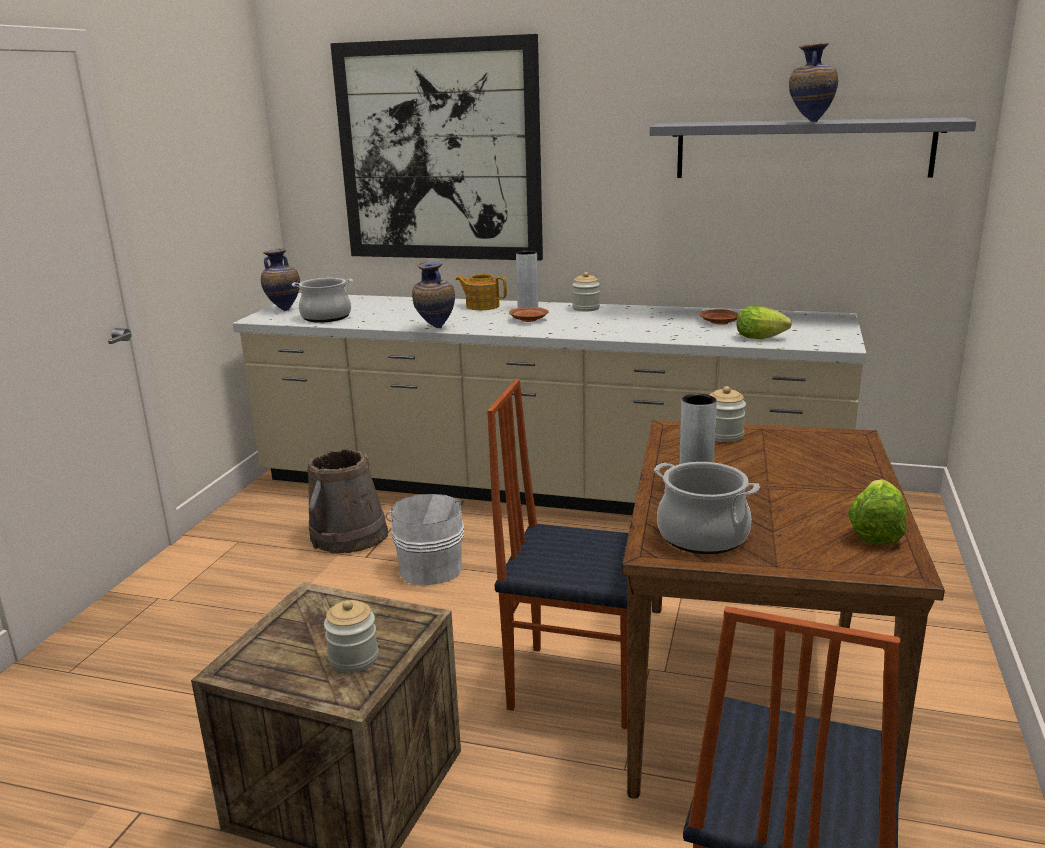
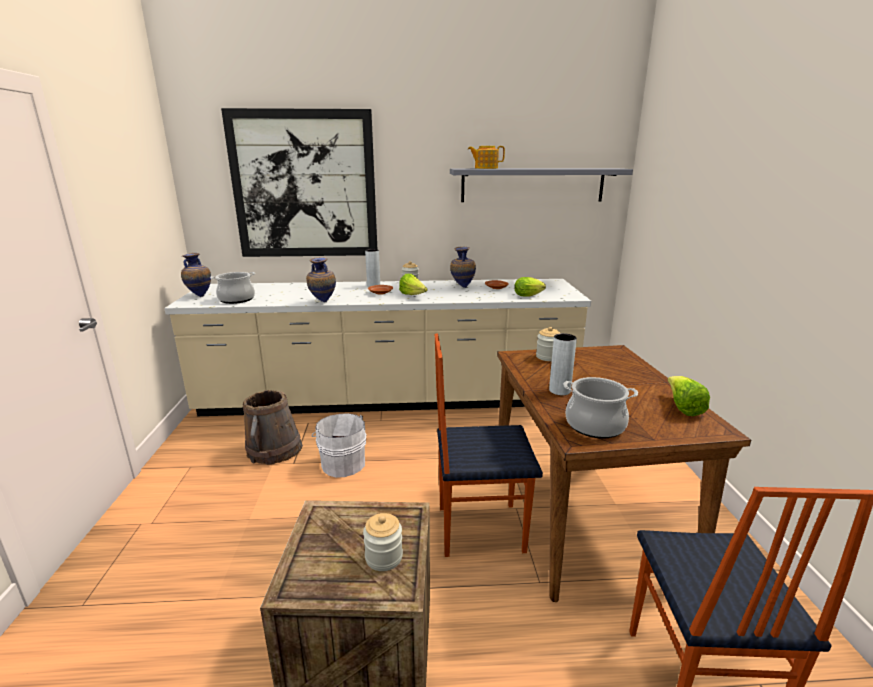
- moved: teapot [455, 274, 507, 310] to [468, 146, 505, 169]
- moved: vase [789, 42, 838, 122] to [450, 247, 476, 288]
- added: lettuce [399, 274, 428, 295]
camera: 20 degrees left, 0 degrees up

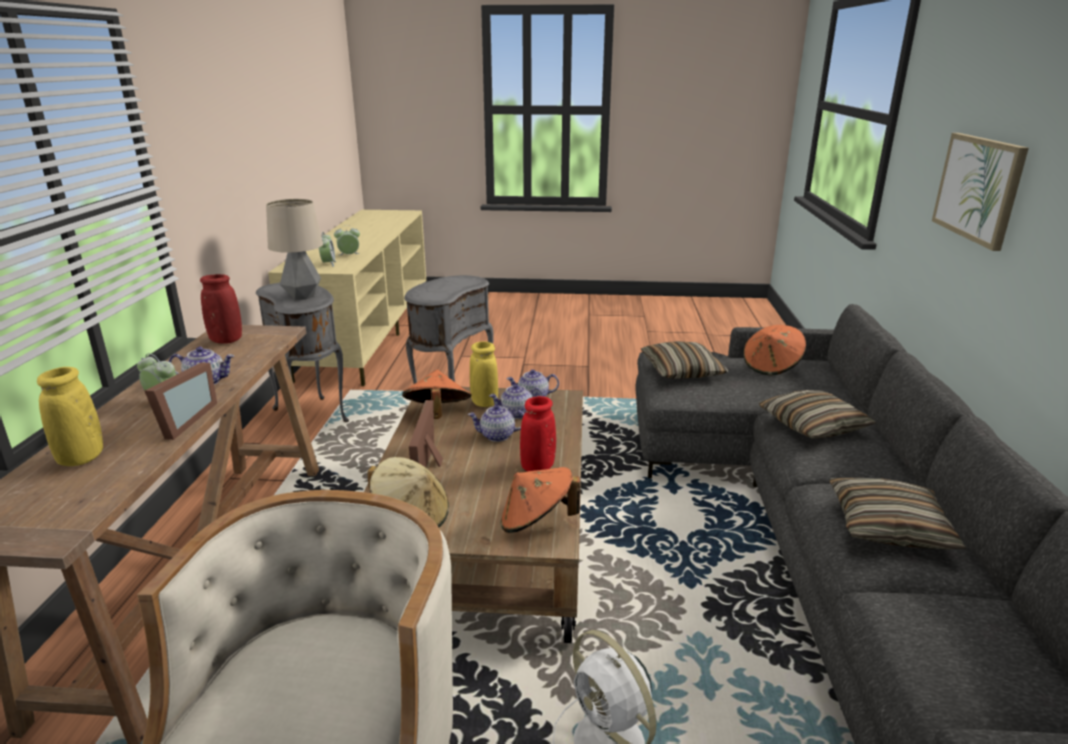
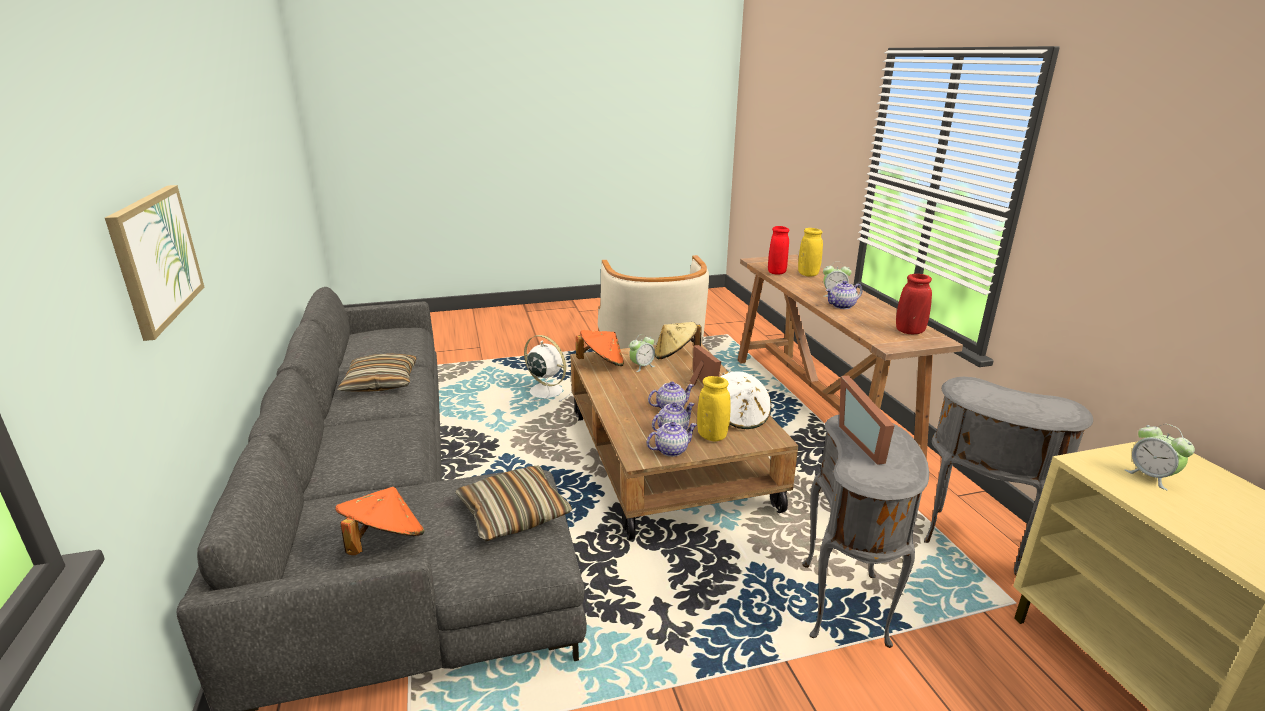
- moved: picture frame [145, 362, 217, 440] to [839, 375, 895, 465]
- removed: table lamp [266, 199, 323, 300]
- moved: alarm clock [334, 225, 360, 255] to [629, 334, 655, 372]
- recoloured: orange hat [402, 370, 472, 419] to white hat [720, 371, 772, 429]
- moved: red vase [520, 396, 556, 471] to [768, 226, 790, 275]
- removed: pillow [759, 390, 877, 439]
camera: 160 degrees right, 0 degrees up

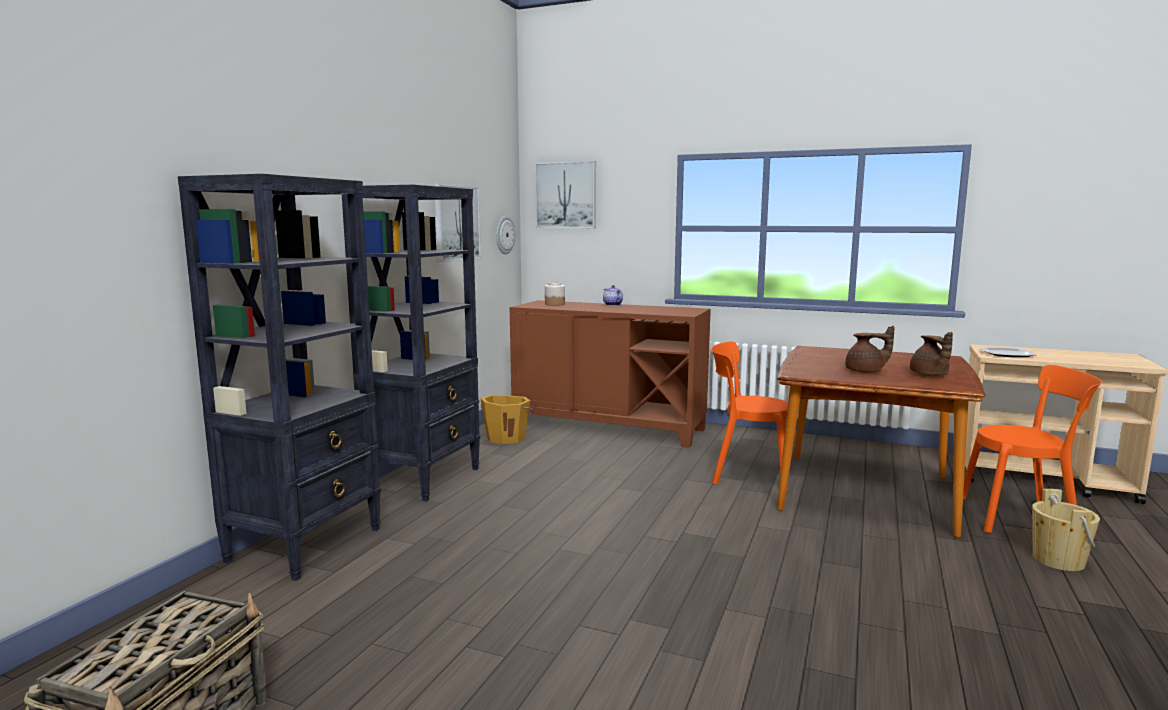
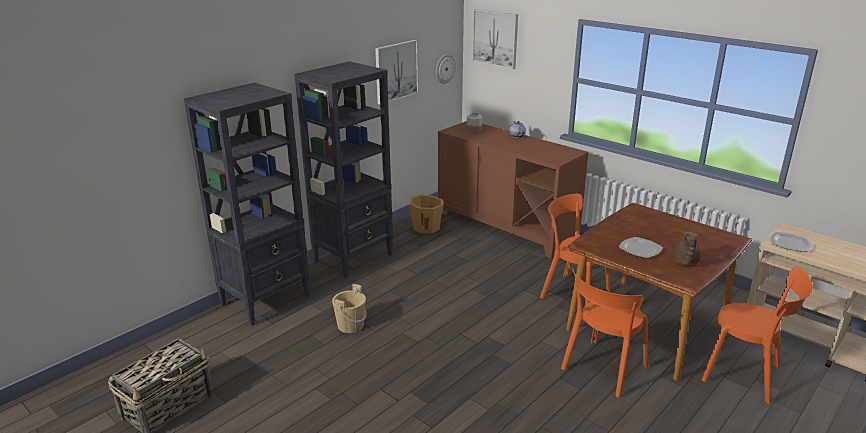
- replaced: brown teapot [845, 326, 895, 373] to plate [619, 237, 663, 258]
- moved: beige bucket [1032, 489, 1100, 571] to [332, 284, 367, 333]
- added: orange chair [561, 268, 648, 398]
camera: 20 degrees right, 15 degrees up

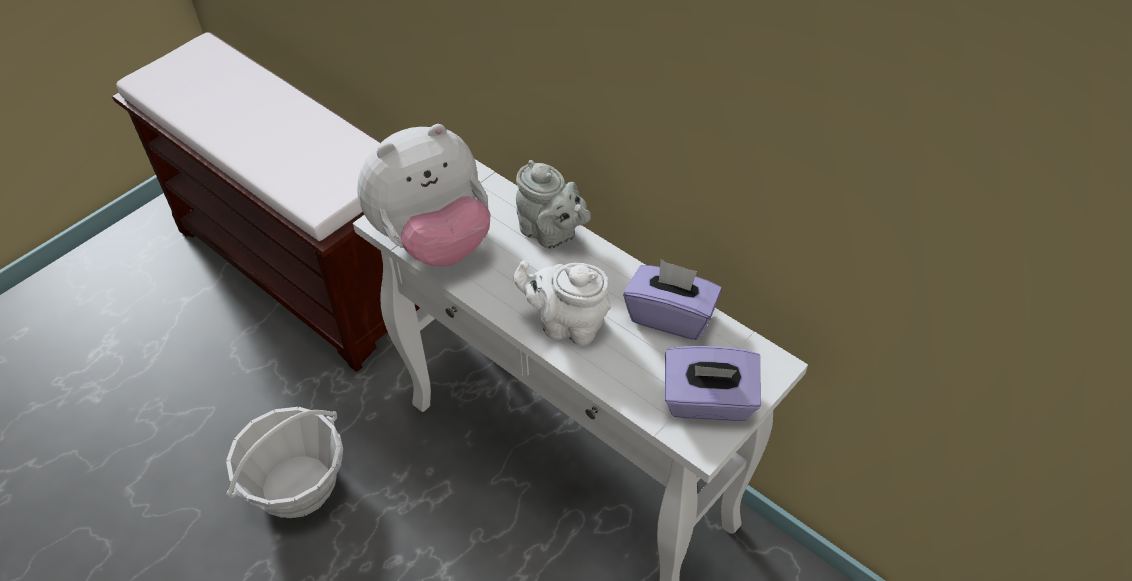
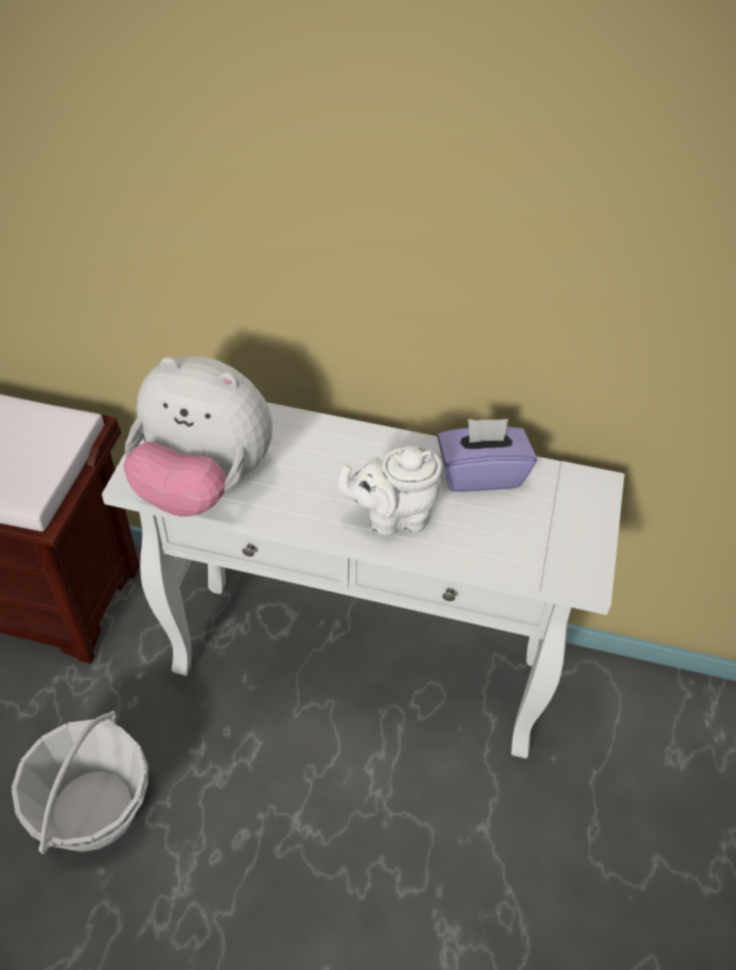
- turned: plush toy [357, 124, 490, 266] = [123, 356, 272, 517] 75 degrees clockwise
- removed: grey teapot [516, 160, 591, 249]
- removed: purple tissue box [665, 346, 761, 421]
camera: 30 degrees left, 0 degrees up

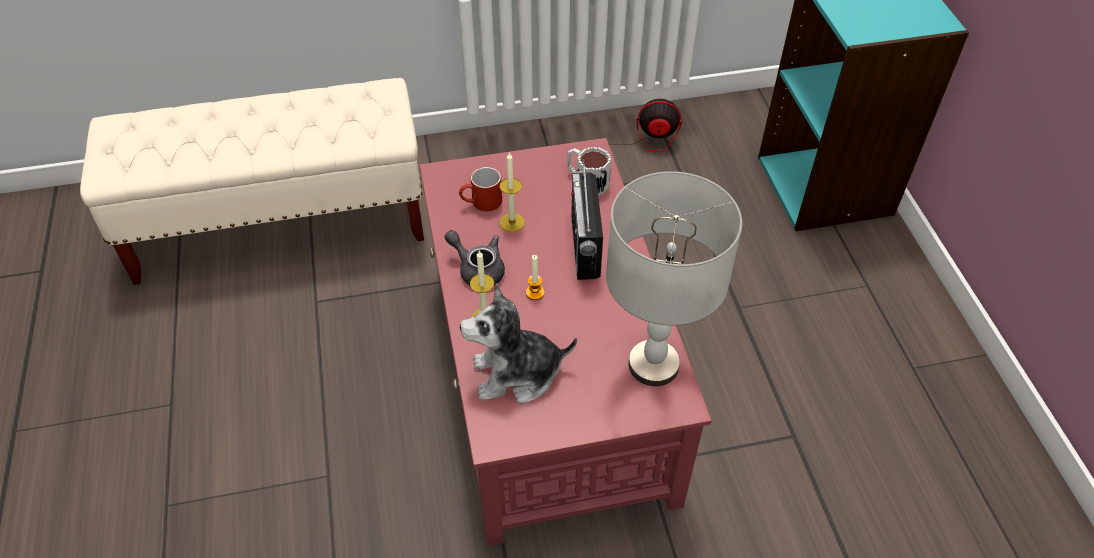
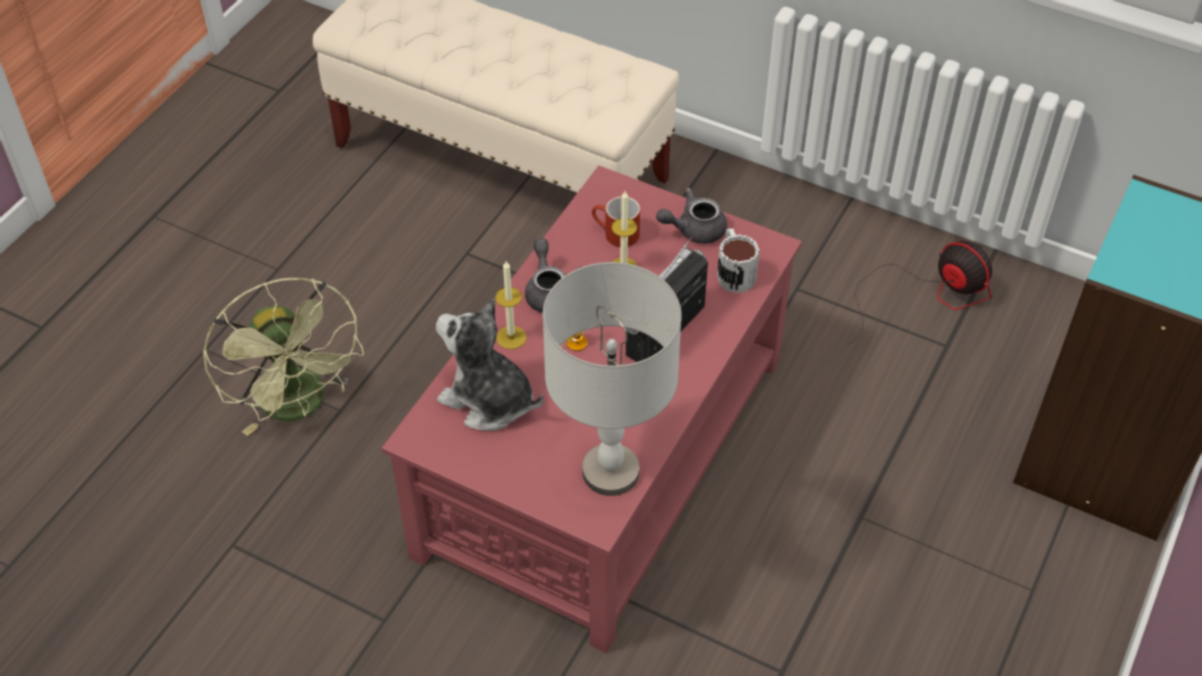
- added: green fan [203, 278, 364, 436]
- added: grey teapot [656, 188, 727, 244]
camera: 40 degrees right, 0 degrees up

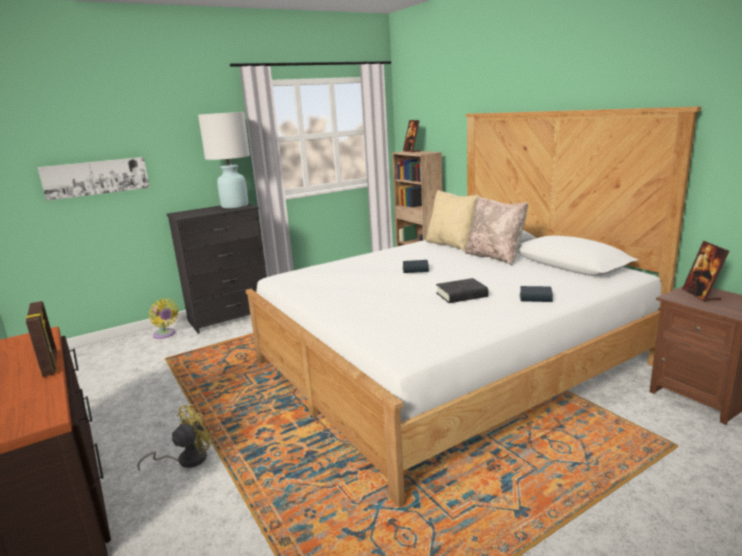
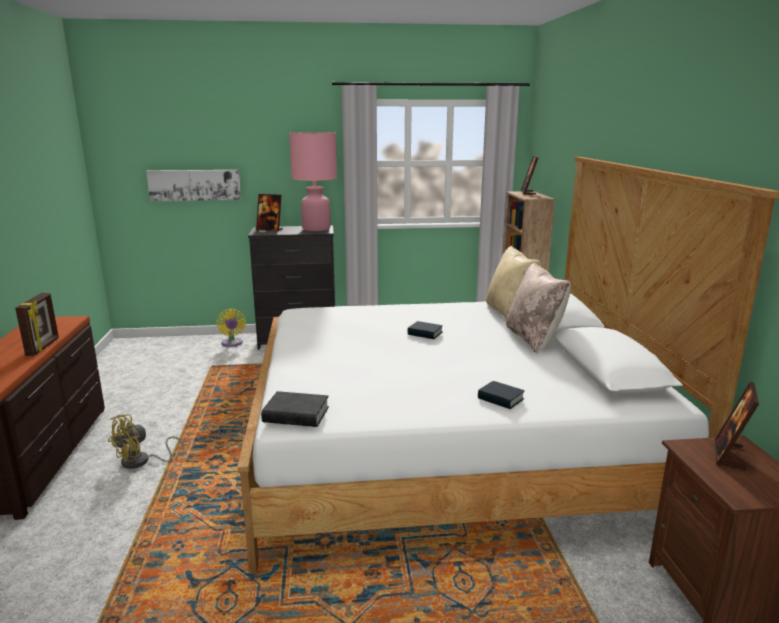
- turned: yellow fan [137, 404, 215, 471] = [108, 414, 185, 469] 150 degrees clockwise
- recoloured: white table lamp [198, 112, 250, 209] to pink table lamp [289, 132, 337, 231]
- moved: black book [436, 278, 489, 303] to [261, 391, 329, 427]
- added: picture frame [256, 194, 283, 231]
camera: 25 degrees right, 0 degrees up

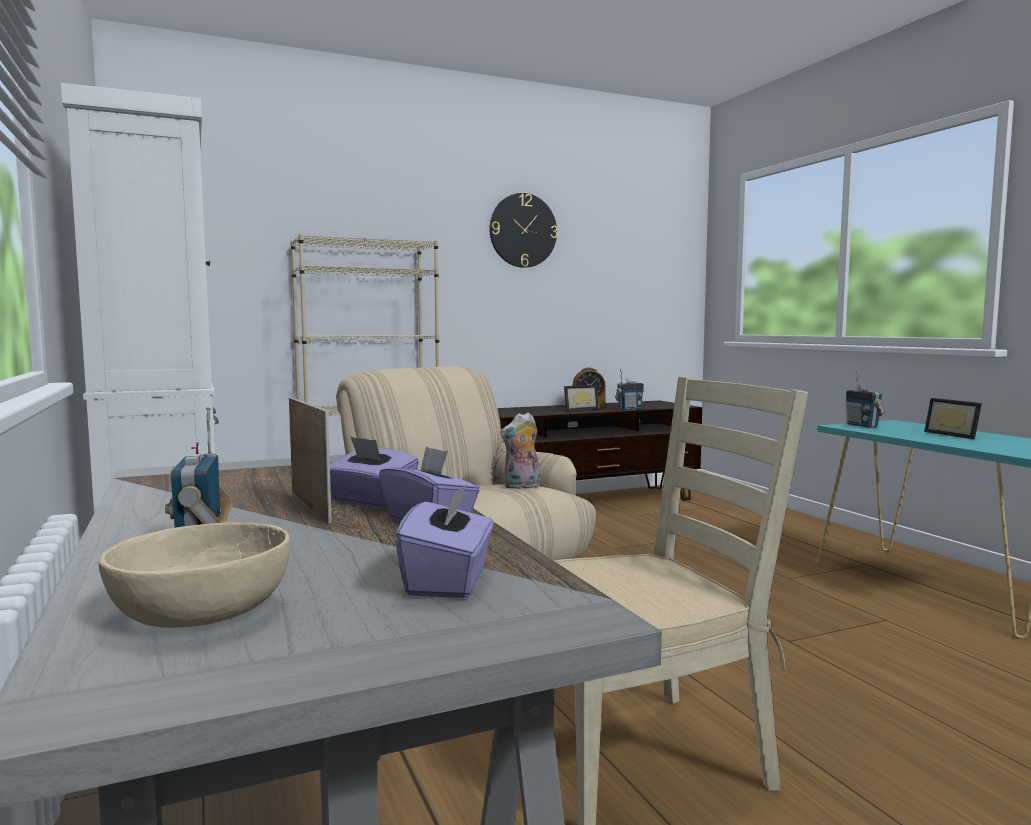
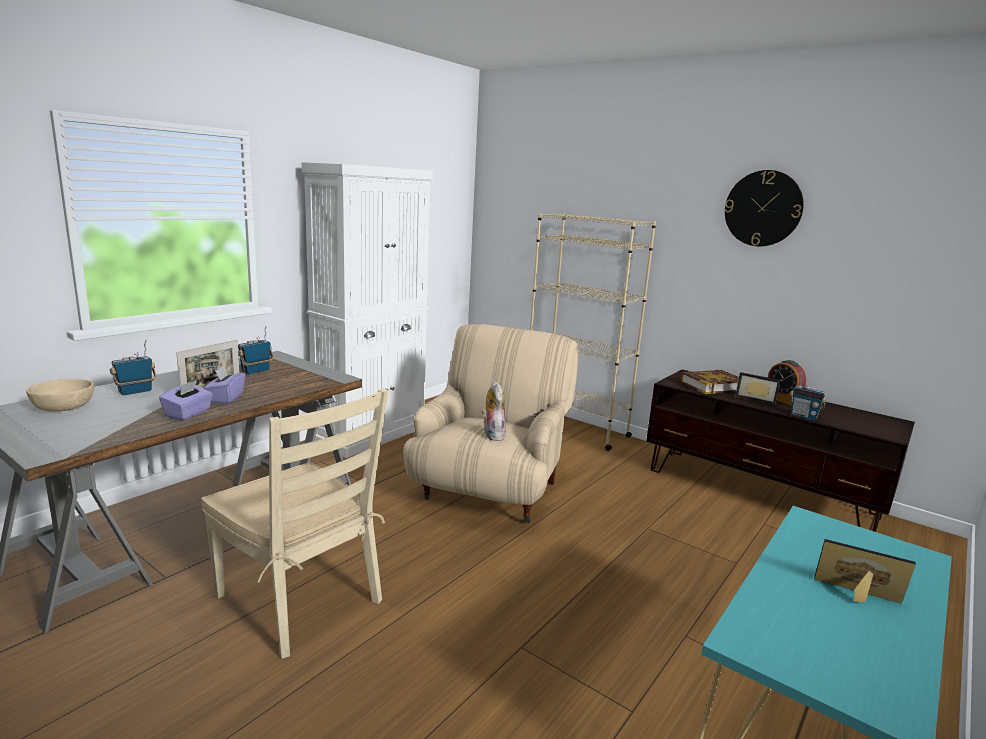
- removed: purple tissue box [395, 483, 494, 598]
- turned: plush toy [500, 412, 540, 489] = [482, 382, 507, 441] 45 degrees clockwise
- moved: radio [846, 371, 885, 428] to [238, 326, 274, 374]
- turned: picture frame [924, 398, 982, 440] = [814, 539, 916, 604] 75 degrees clockwise
- added: book [680, 369, 739, 394]
camera: 60 degrees right, 10 degrees up

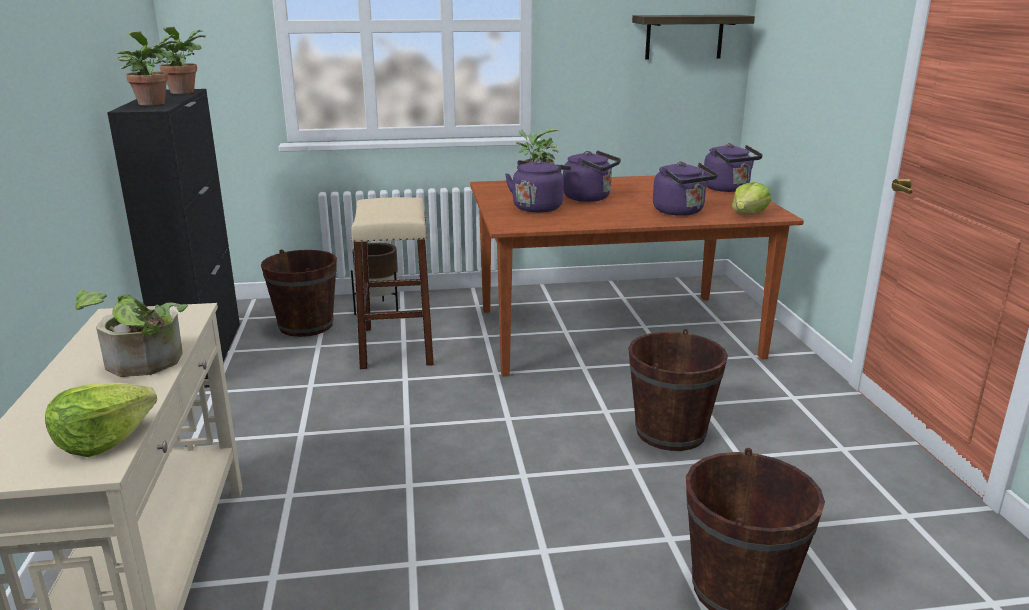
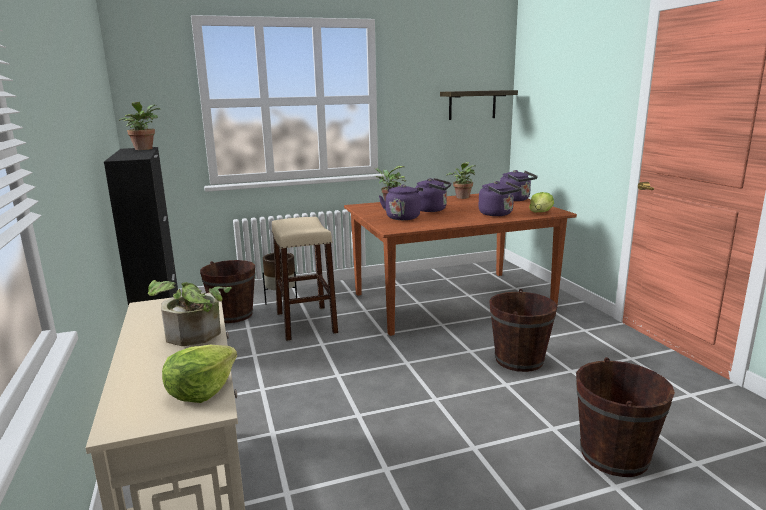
- moved: potted plant [117, 32, 178, 105] to [446, 162, 476, 199]
camera: 10 degrees left, 5 degrees down

